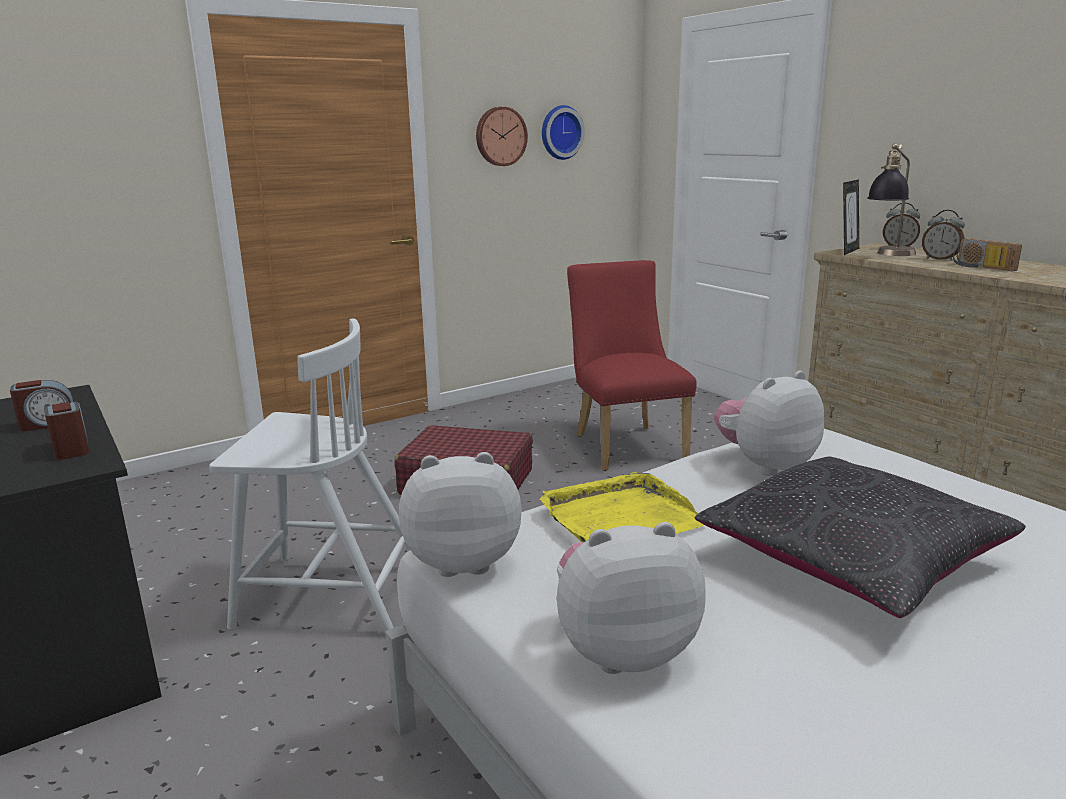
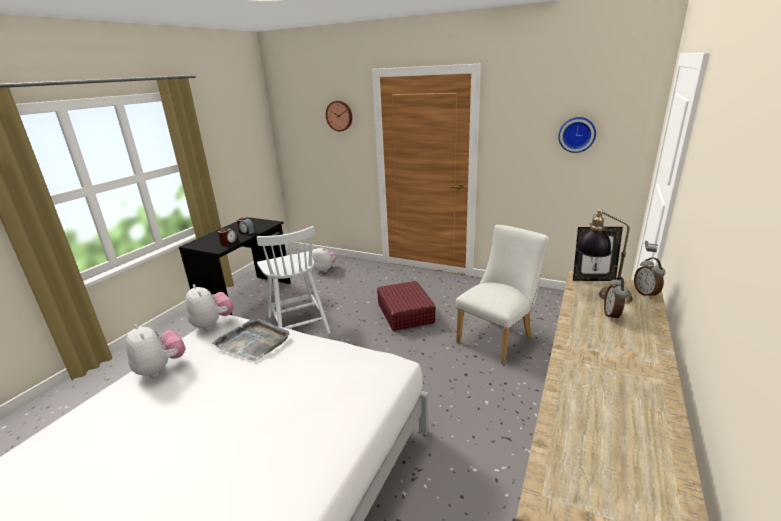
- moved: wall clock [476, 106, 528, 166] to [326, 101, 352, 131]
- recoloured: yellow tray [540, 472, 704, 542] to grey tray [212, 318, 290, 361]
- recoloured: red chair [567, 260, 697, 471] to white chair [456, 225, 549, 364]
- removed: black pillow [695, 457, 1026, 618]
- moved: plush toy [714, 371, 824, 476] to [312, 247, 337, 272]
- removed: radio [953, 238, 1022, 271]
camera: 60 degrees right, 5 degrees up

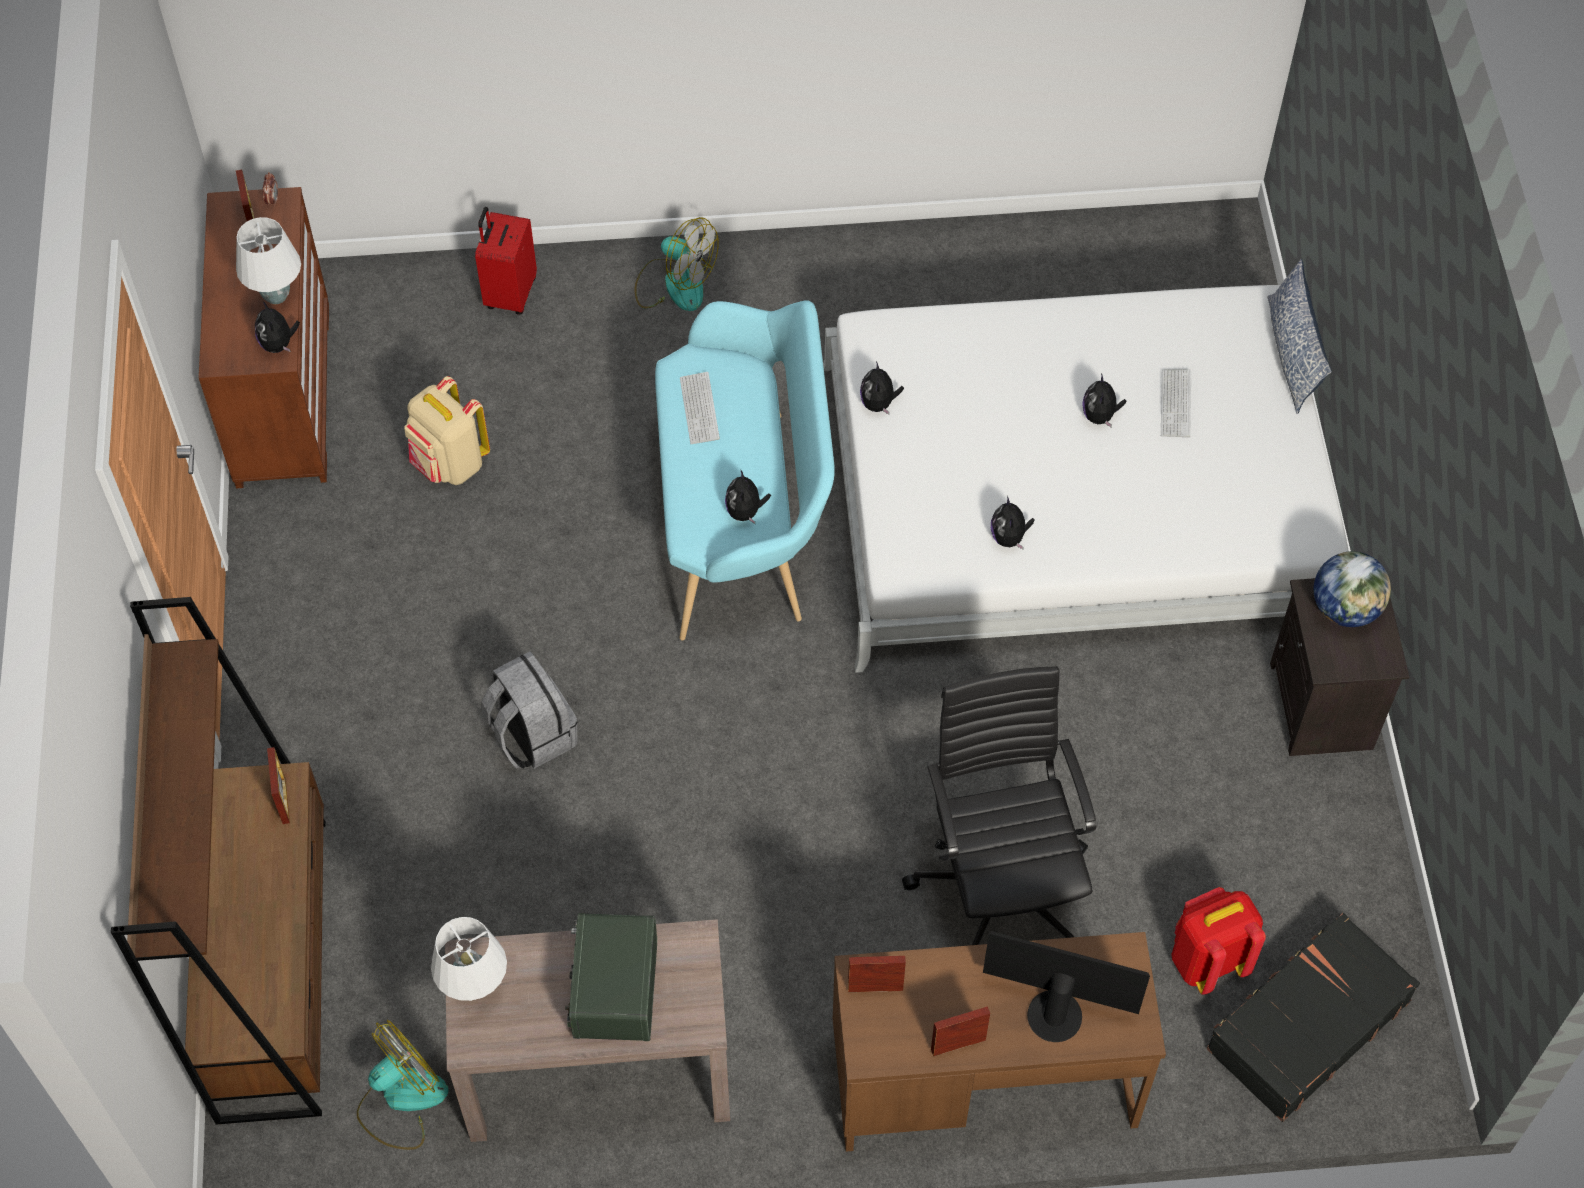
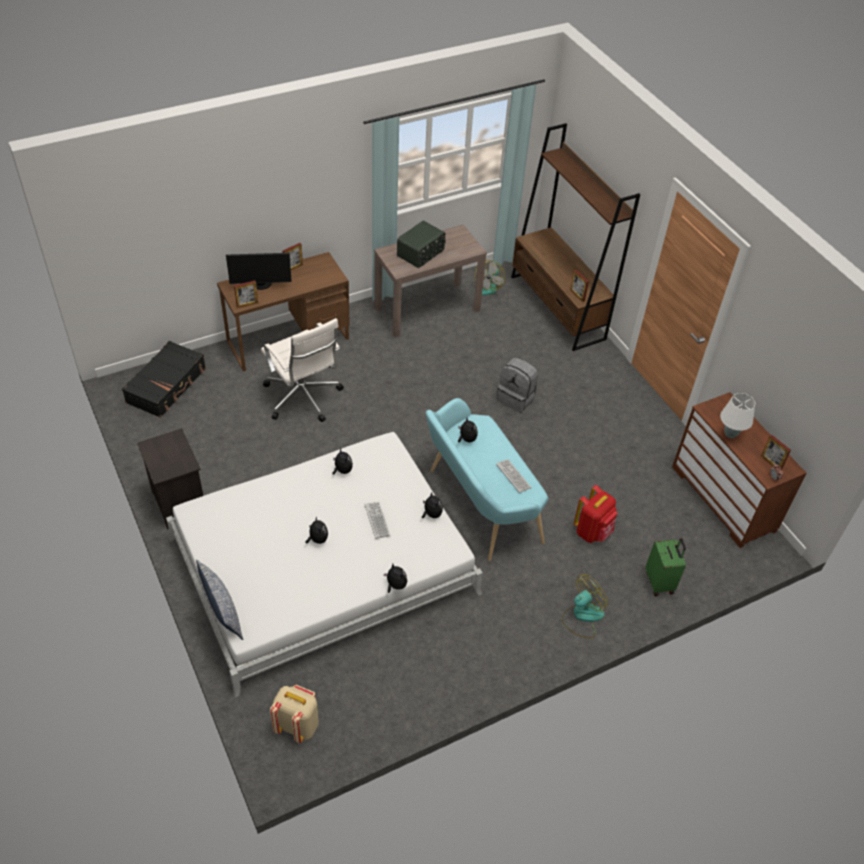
- moved: plush toy [255, 301, 300, 353] to [384, 564, 407, 593]
- moved: beige backpack [404, 376, 490, 485] to [270, 685, 319, 743]
- removed: white table lamp [431, 917, 507, 1001]
- recoloured: red suitcase [475, 207, 537, 315] to green suitcase [646, 538, 686, 596]
- turned: radio [565, 913, 657, 1041] = [397, 220, 446, 268] 60 degrees clockwise
- turned: fan [635, 217, 719, 311] = [562, 574, 608, 639] 135 degrees clockwise
- moved: picture frame [848, 956, 906, 992] to [234, 281, 258, 308]
- recoloured: black office chair [902, 666, 1096, 945] to white office chair [261, 318, 344, 422]
- moved: keyboard [1161, 369, 1191, 437] to [364, 502, 391, 539]
- moved: red backpack [1171, 887, 1266, 995] to [574, 485, 617, 543]
- removed: globe [1314, 551, 1391, 627]
camera: 155 degrees right, 10 degrees down

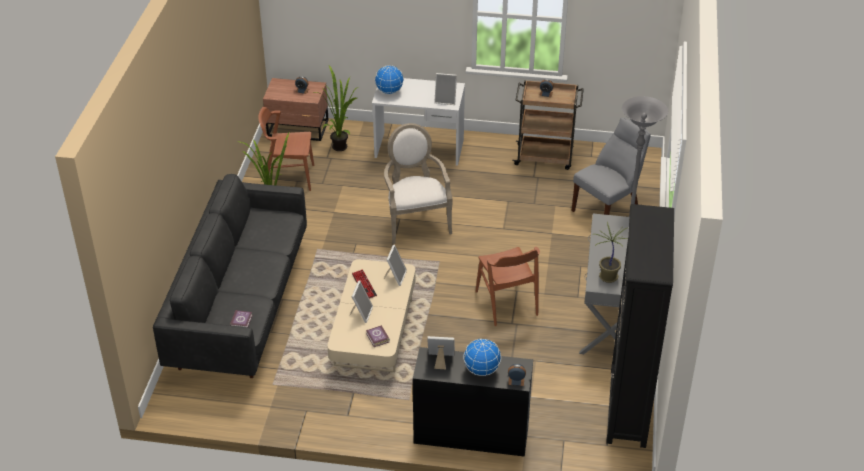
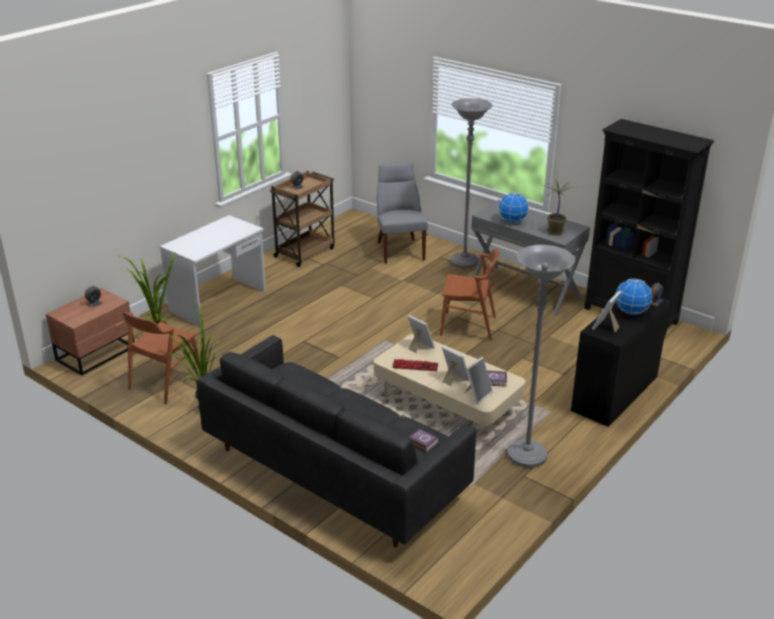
- moved: globe [375, 65, 404, 94] to [498, 193, 529, 223]
- removed: armchair [384, 123, 453, 244]
- moved: picture frame [434, 73, 457, 105] to [464, 357, 493, 404]
- added: grey floor lamp [507, 245, 575, 468]
camera: 60 degrees left, 10 degrees down

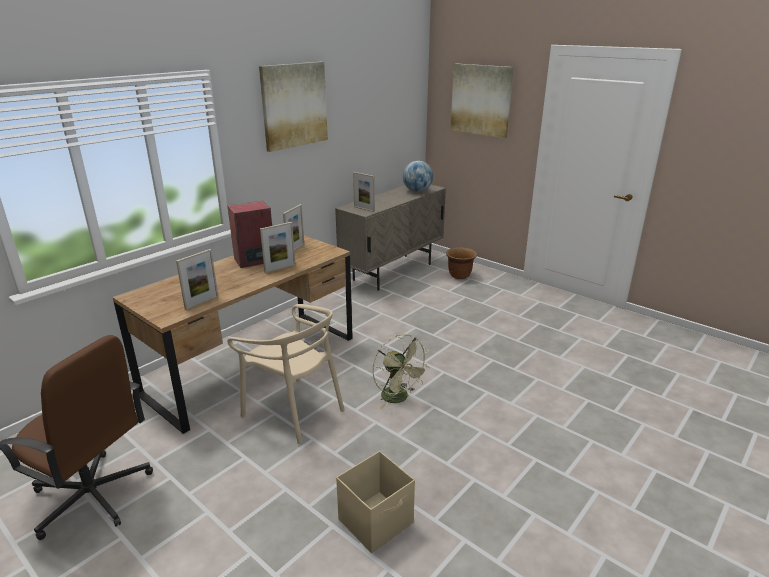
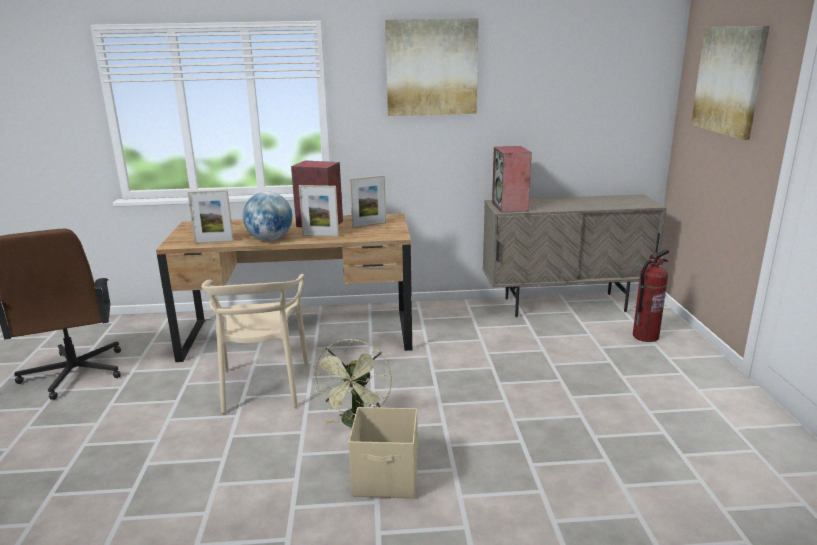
- moved: beige storage box [336, 451, 415, 553] to [349, 407, 418, 499]
- replaced: picture frame [353, 172, 375, 212] to speaker [492, 146, 532, 213]
- moved: globe [403, 161, 433, 192] to [243, 191, 293, 241]
- replaced: brown planter [446, 247, 477, 279] to fire extinguisher [633, 249, 669, 342]
camera: 45 degrees right, 5 degrees down

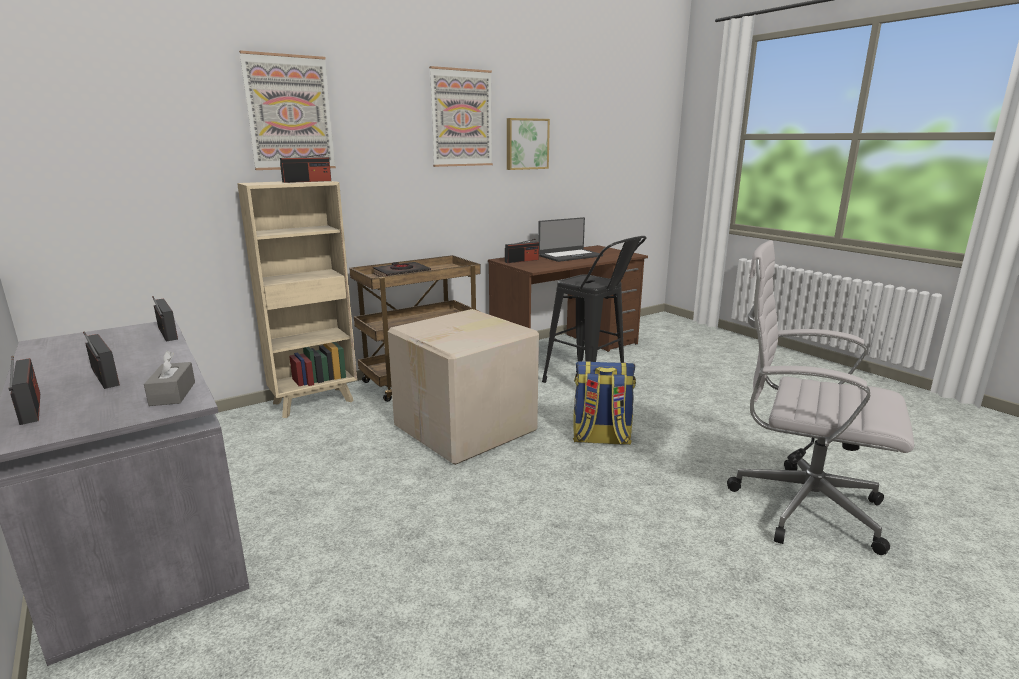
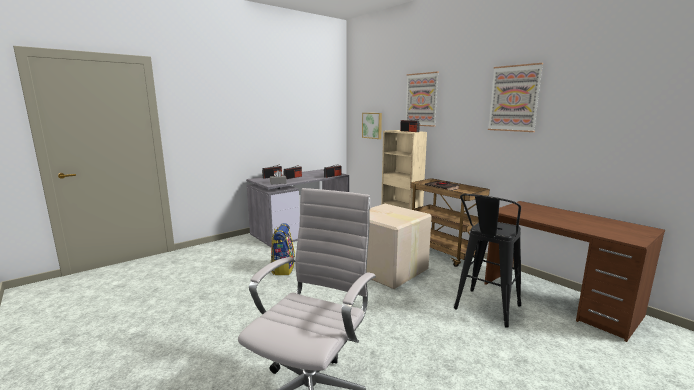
- removed: radio [505, 239, 539, 263]
- moved: picture [507, 118, 550, 170] to [362, 113, 382, 139]
- removed: laptop [538, 217, 603, 262]
- moved: backpack [573, 361, 636, 445] to [271, 223, 295, 275]
camera: 85 degrees right, 5 degrees down

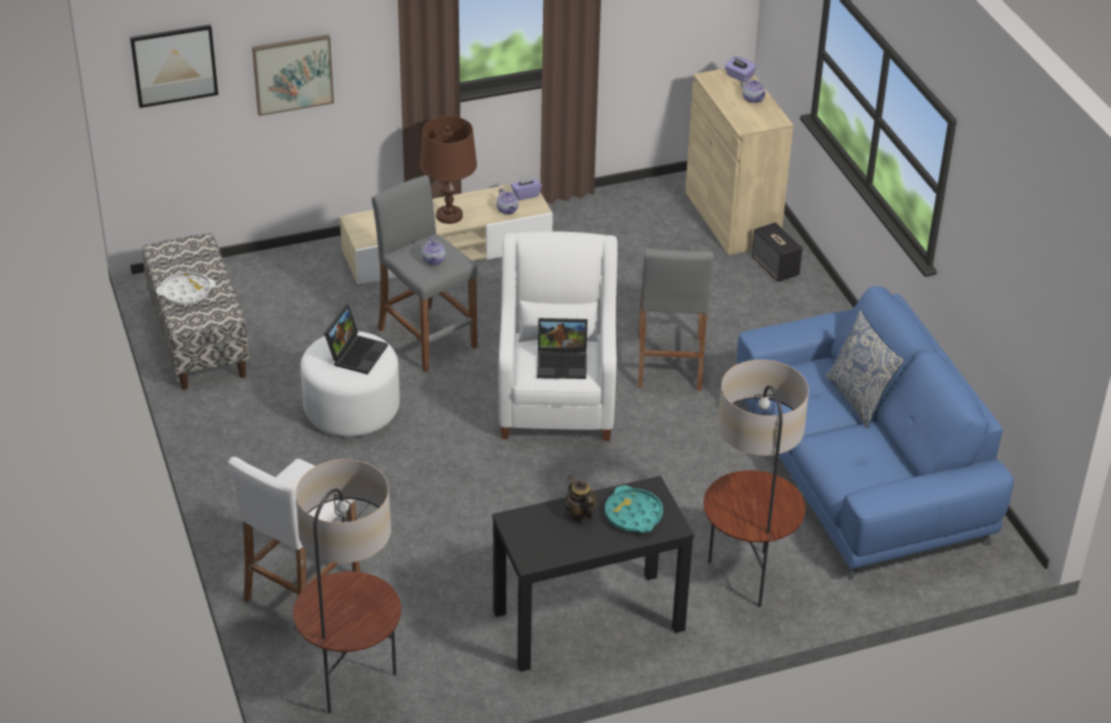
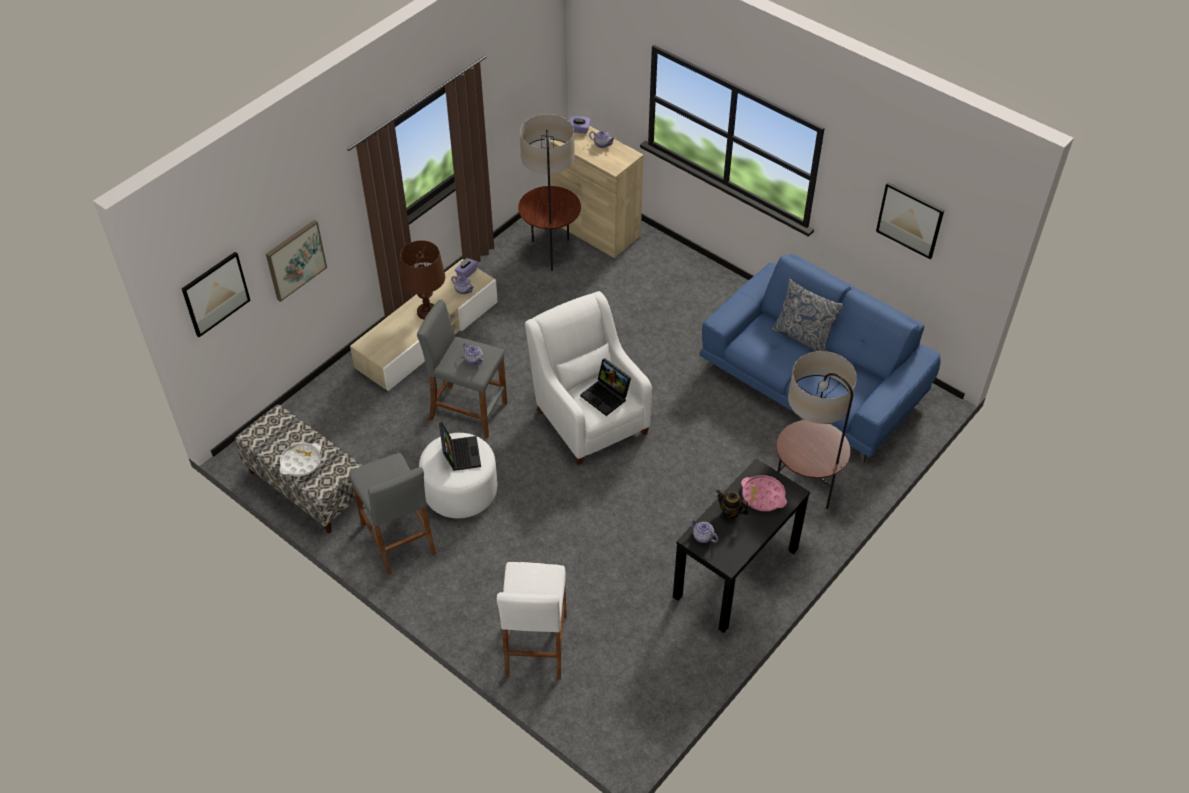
- moved: floor lamp [293, 459, 401, 713] to [518, 114, 581, 271]
- turned: laptop [537, 318, 587, 379] = [580, 358, 631, 416] 75 degrees clockwise
- recoloured: turquoise tray [605, 485, 663, 533] to pink tray [741, 475, 787, 511]
- moved: grey stool [638, 249, 714, 391] to [349, 453, 436, 575]
- removed: speaker [752, 222, 803, 282]
- added: teapot [690, 518, 718, 543]
- added: picture [876, 182, 944, 259]
camera: 30 degrees left, 10 degrees up

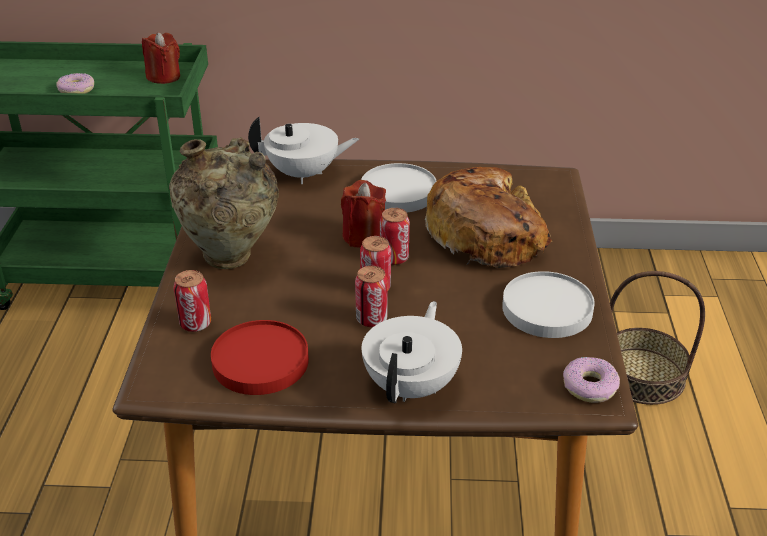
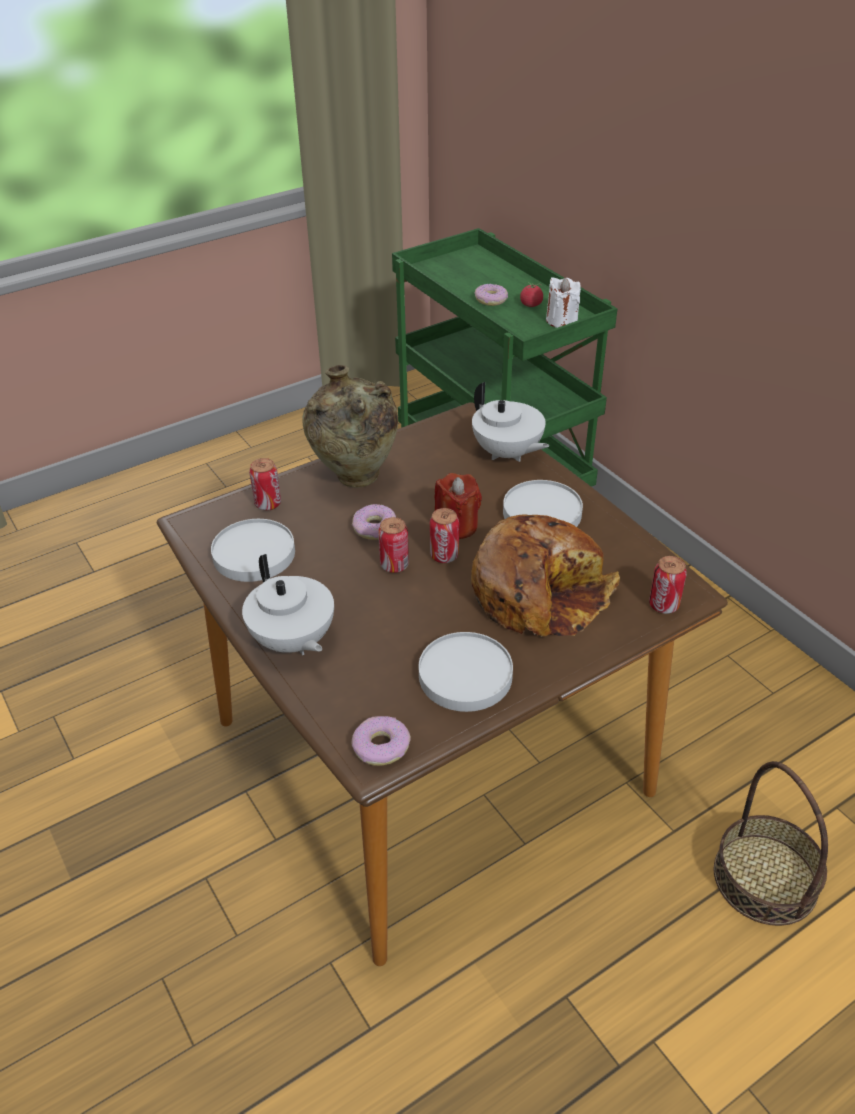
- recoloured: red candle [142, 32, 180, 84] to white candle [546, 277, 581, 328]
- recoloured: red plate [211, 320, 309, 395] to white plate [211, 519, 295, 582]
- moved: can [355, 266, 388, 327] to [649, 556, 687, 614]
- turned: white teapot [362, 301, 462, 403] = [242, 554, 334, 655] 75 degrees clockwise
- added: donut [352, 504, 396, 540]
- added: tomato [520, 282, 543, 307]
camera: 55 degrees right, 5 degrees up

